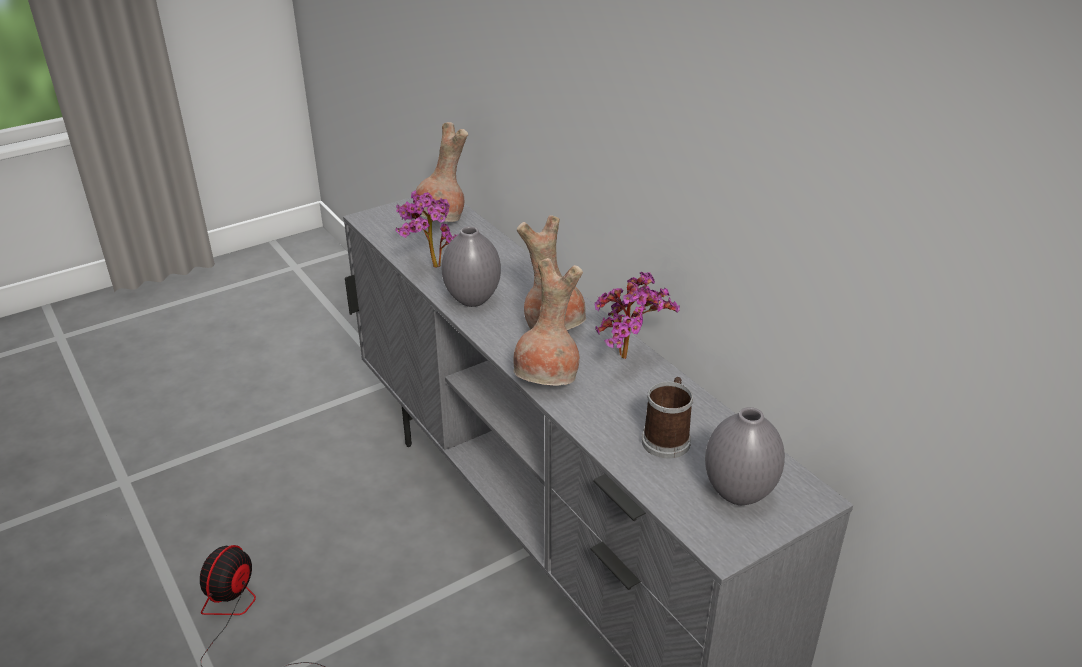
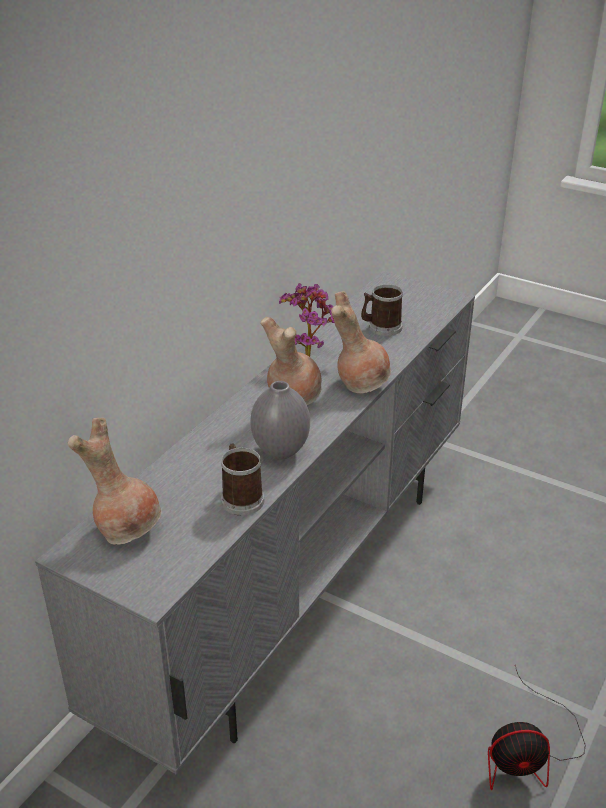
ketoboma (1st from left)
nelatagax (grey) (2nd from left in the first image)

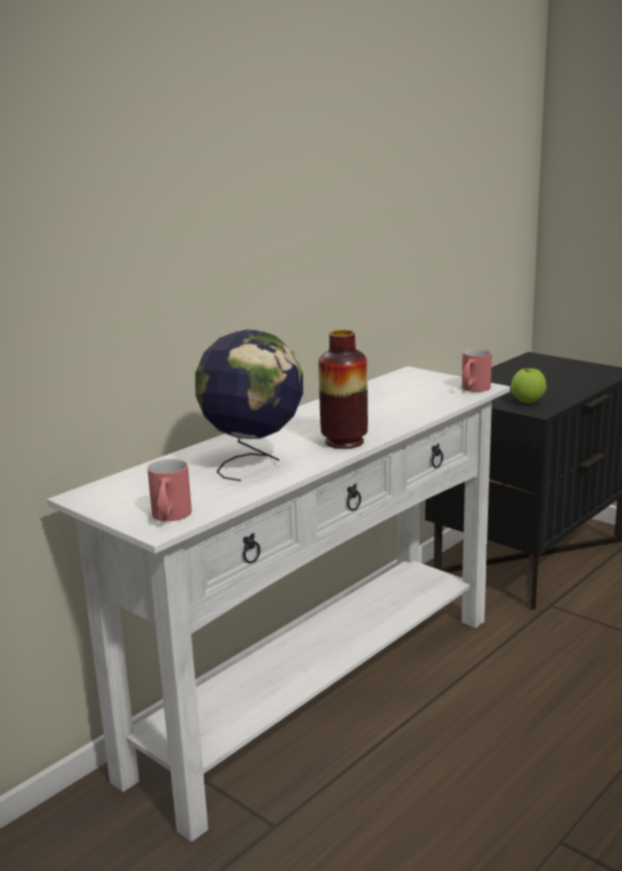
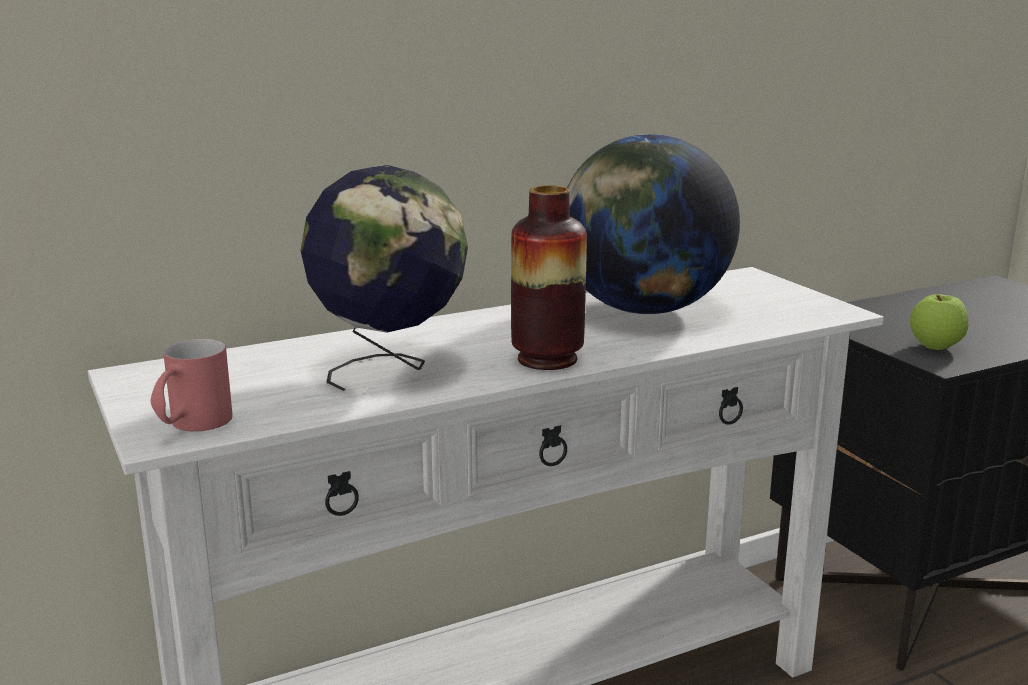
ketoboma (red) (2nd from left in the first image)
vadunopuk (2nd from left)

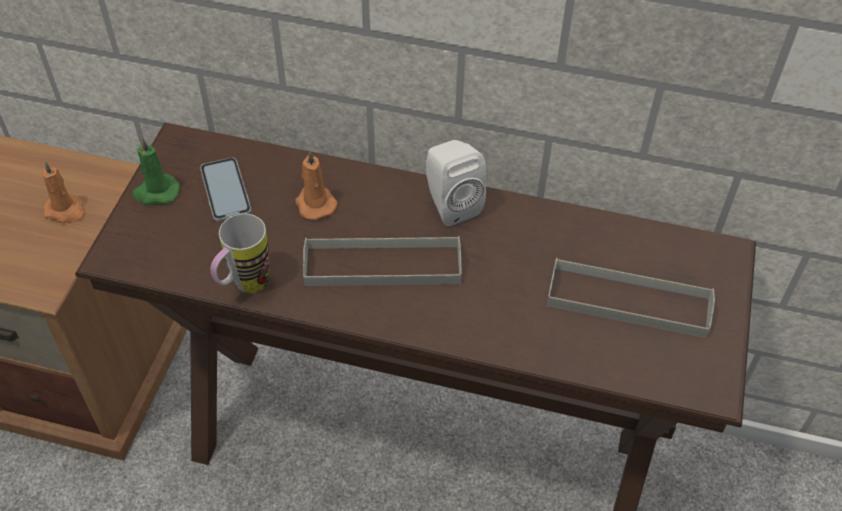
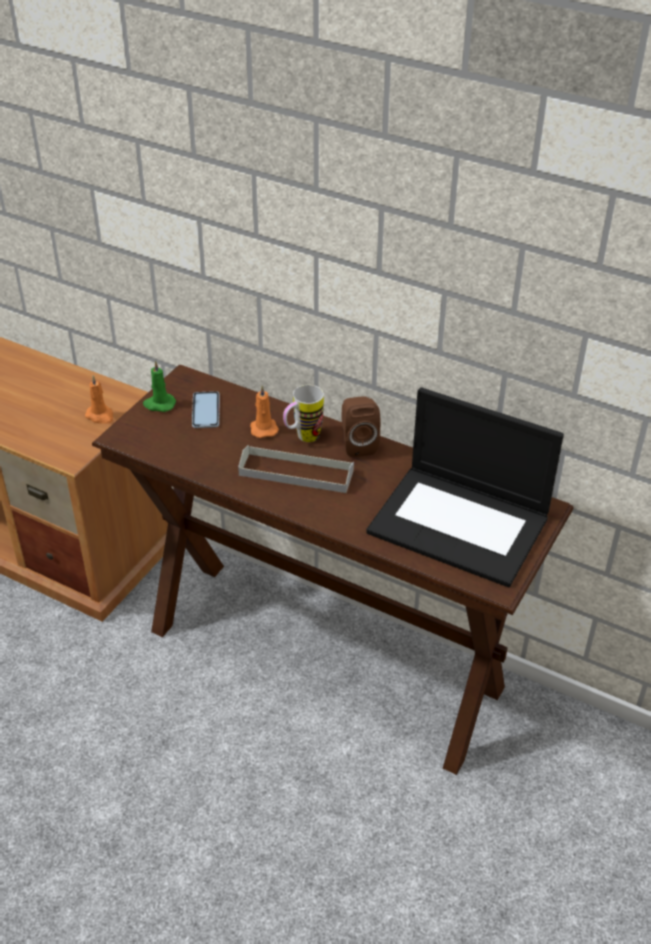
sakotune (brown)
ketoboma
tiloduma

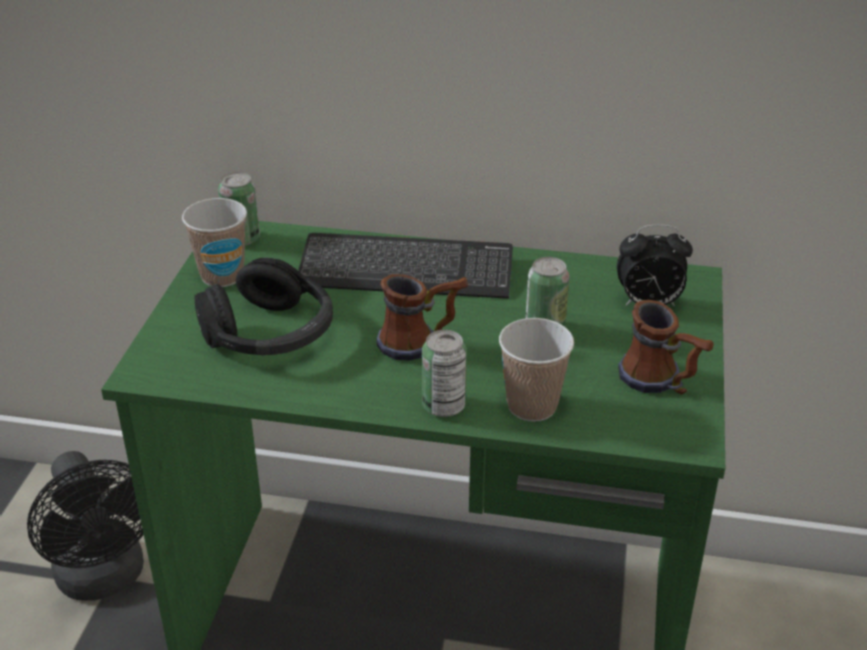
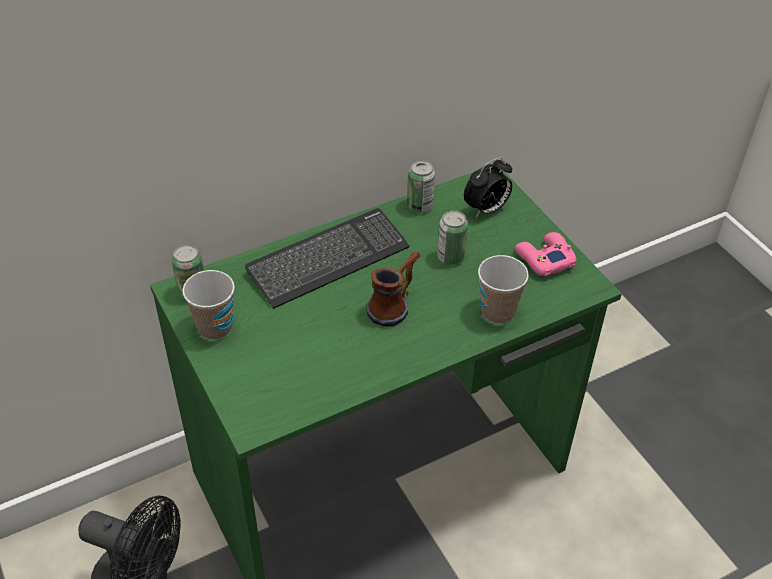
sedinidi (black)
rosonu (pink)
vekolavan (2nd from left)

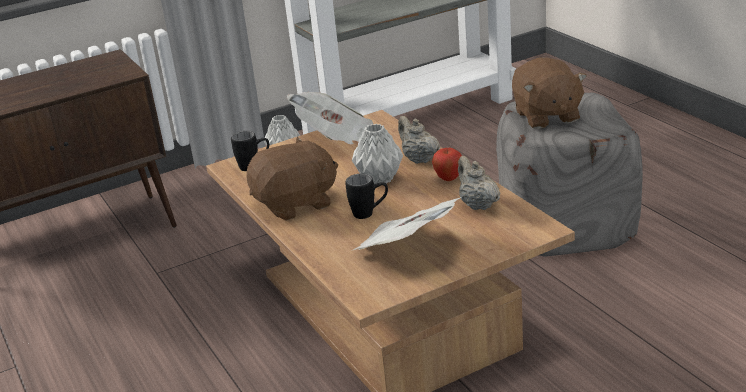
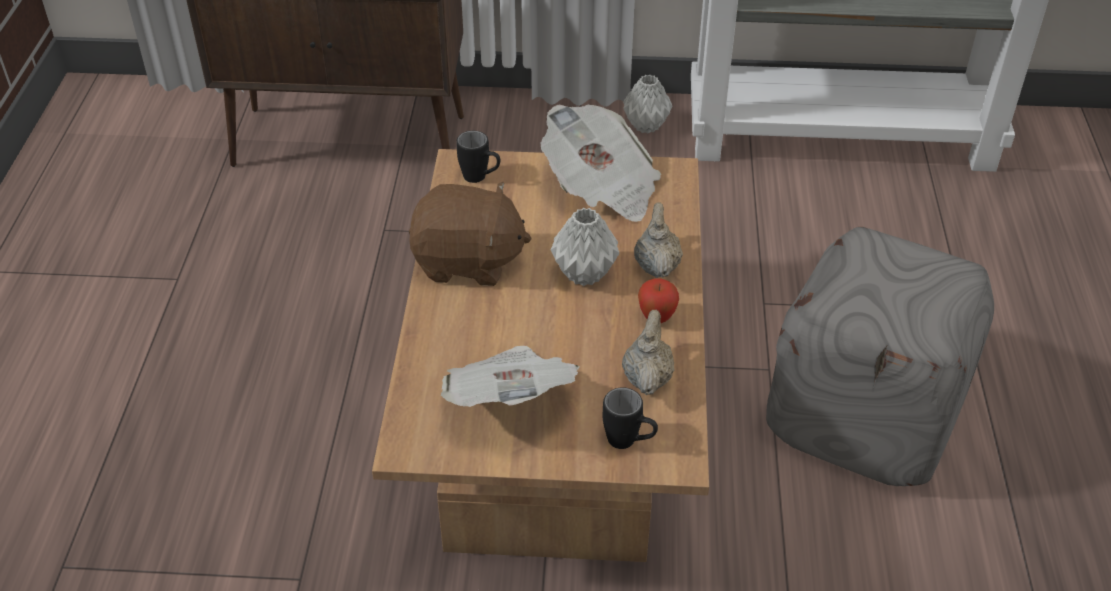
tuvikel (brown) (2nd from left in the first image)
ketoboma (black) (2nd from left)

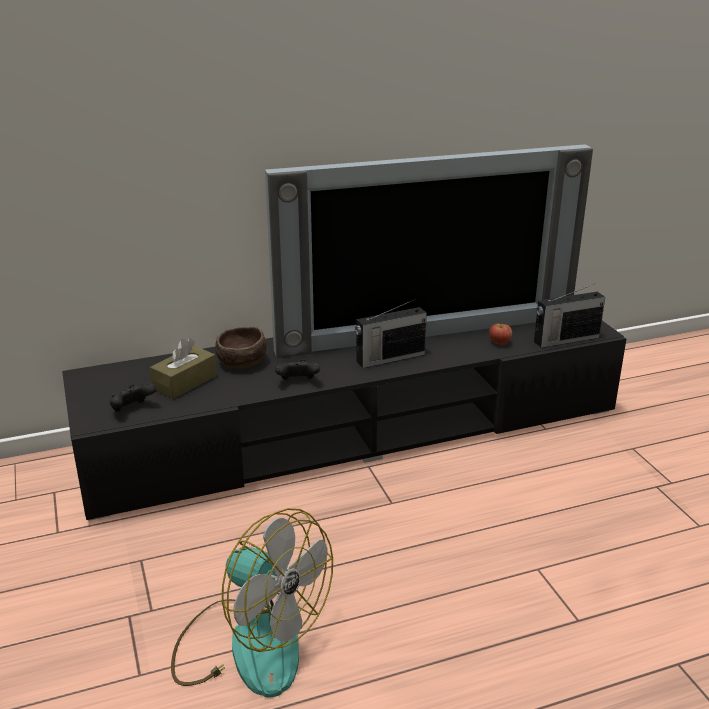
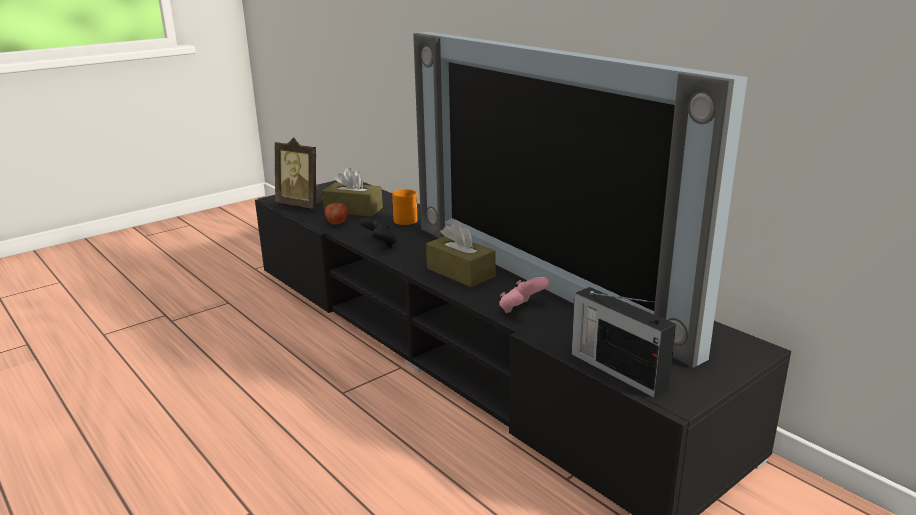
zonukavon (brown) (2nd from left)
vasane
ketoboma (orange)
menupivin
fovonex
rosonu (pink)

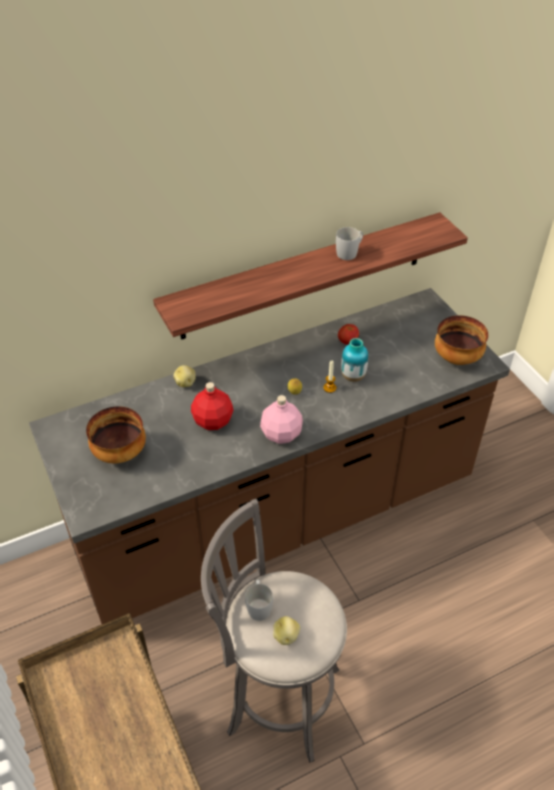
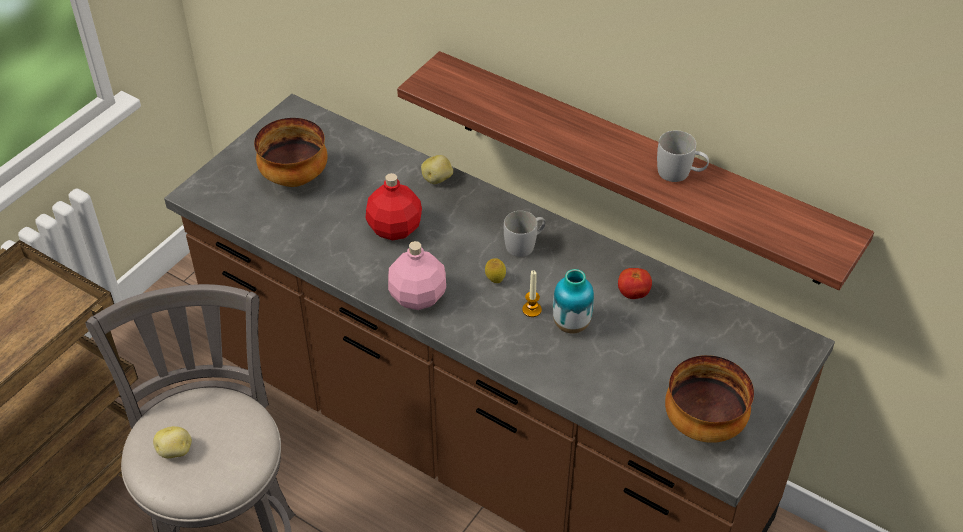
ketoboma (white) (1st from left)

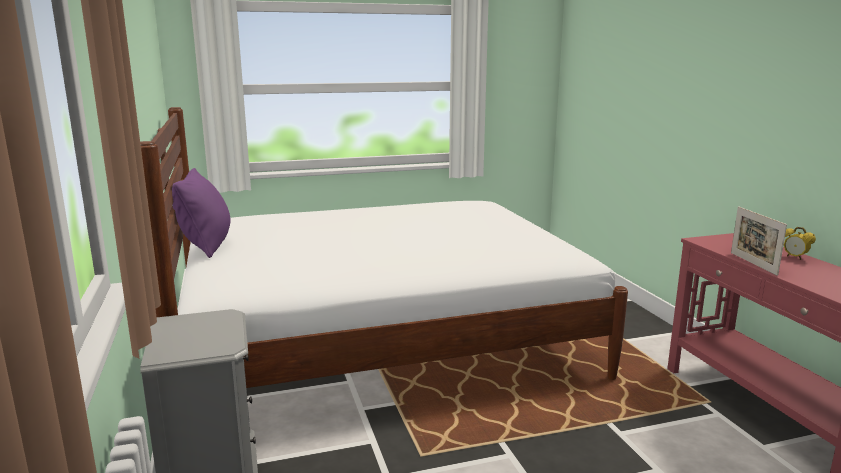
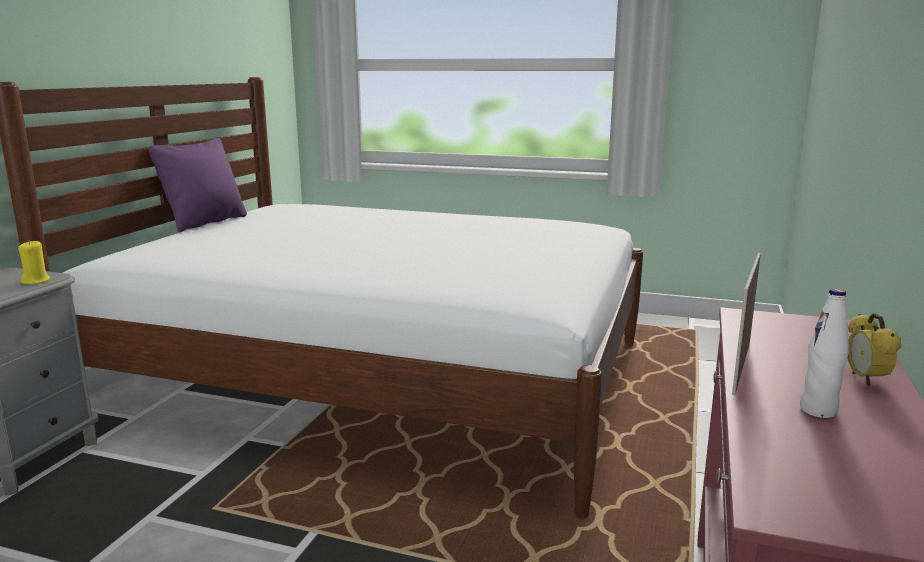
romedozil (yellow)
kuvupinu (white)

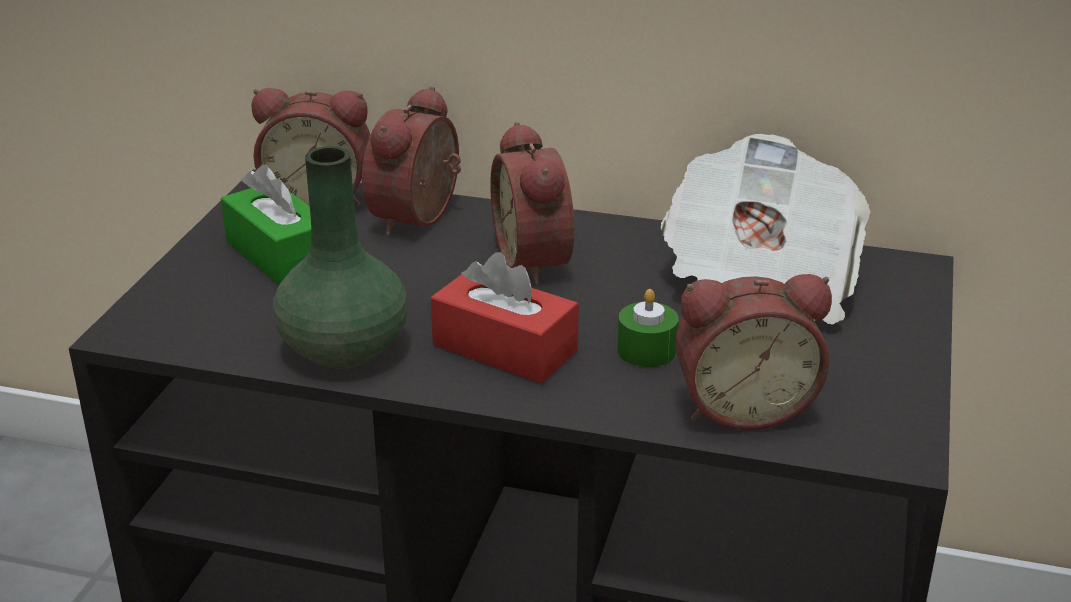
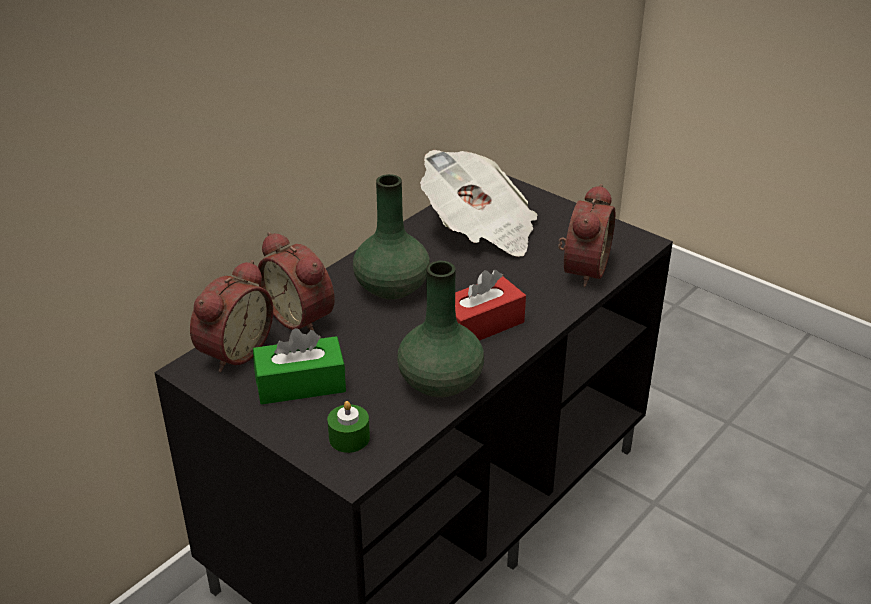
nelatagax (green) (1st from left)
romedozil (green)

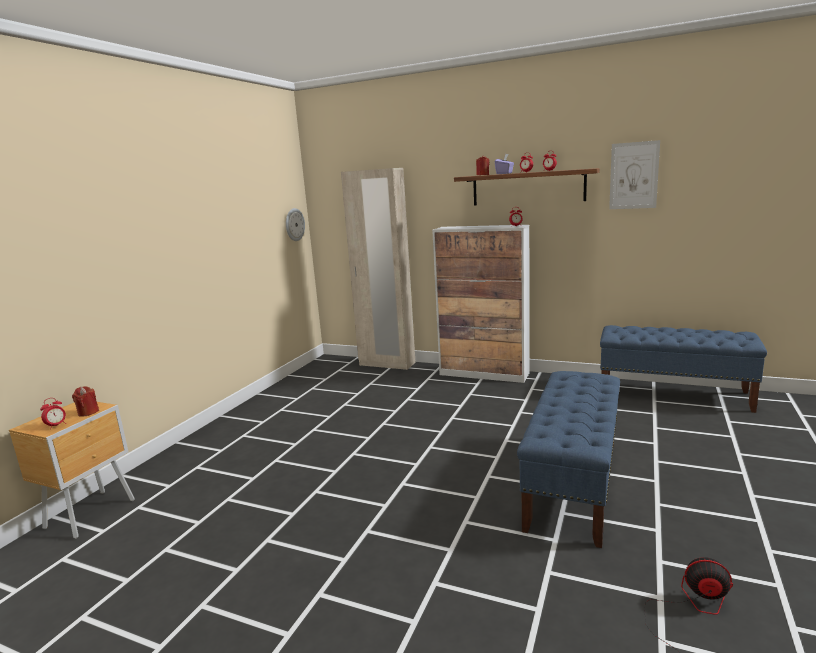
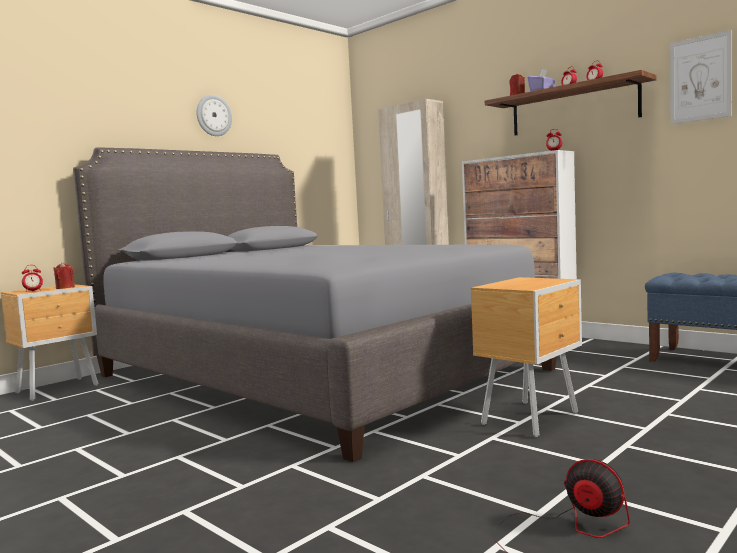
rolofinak
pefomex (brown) (2nd from left)
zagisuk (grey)

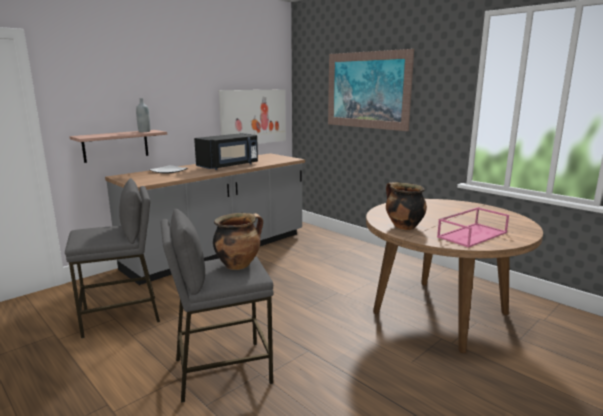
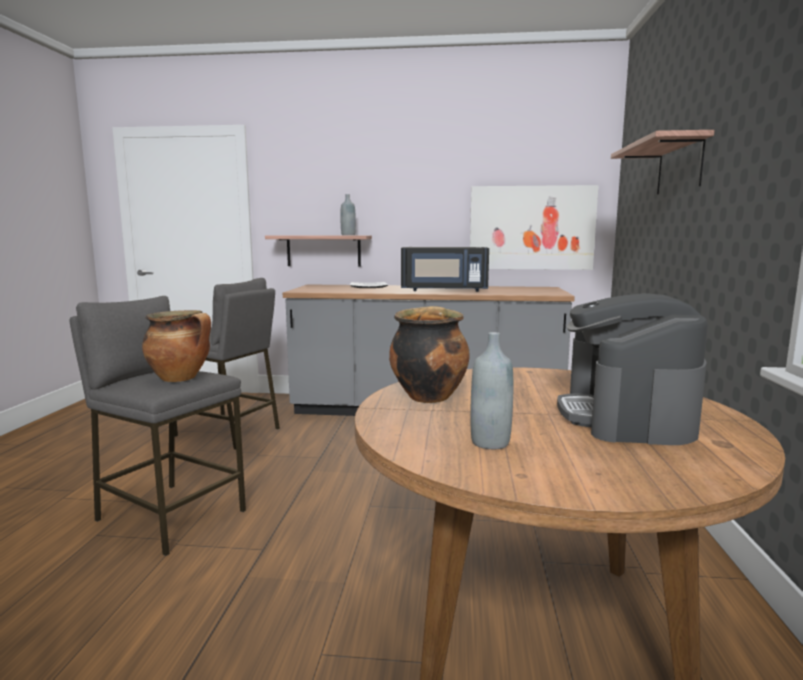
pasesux (2nd from left)
kuvupinu (grey) (2nd from left)
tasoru

